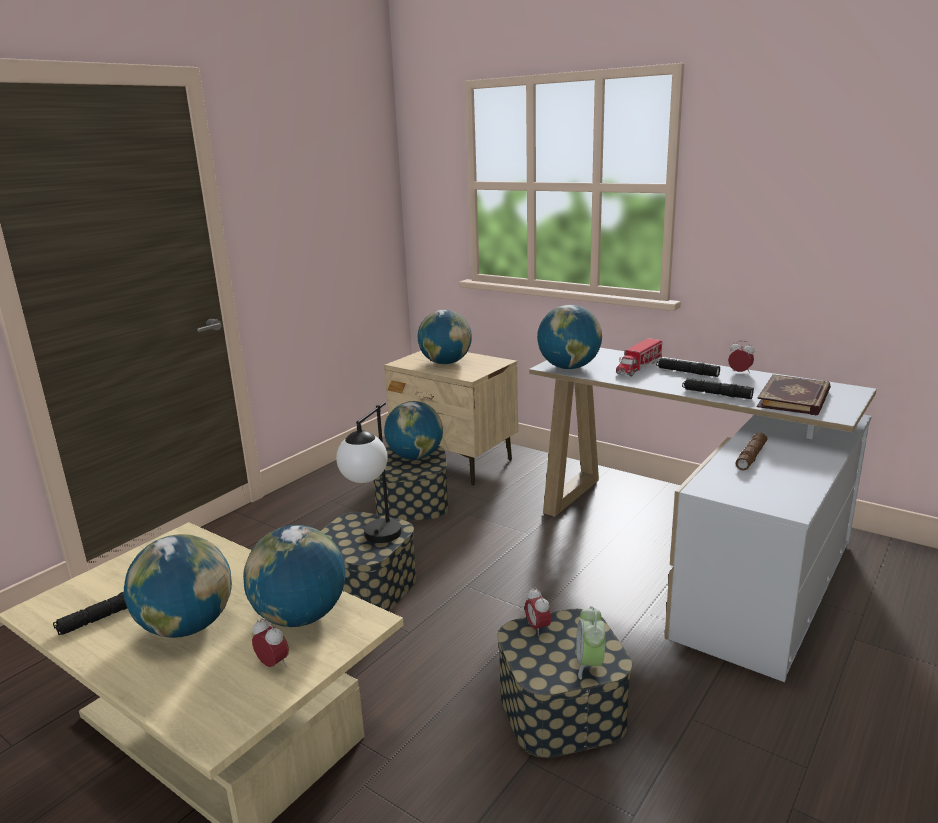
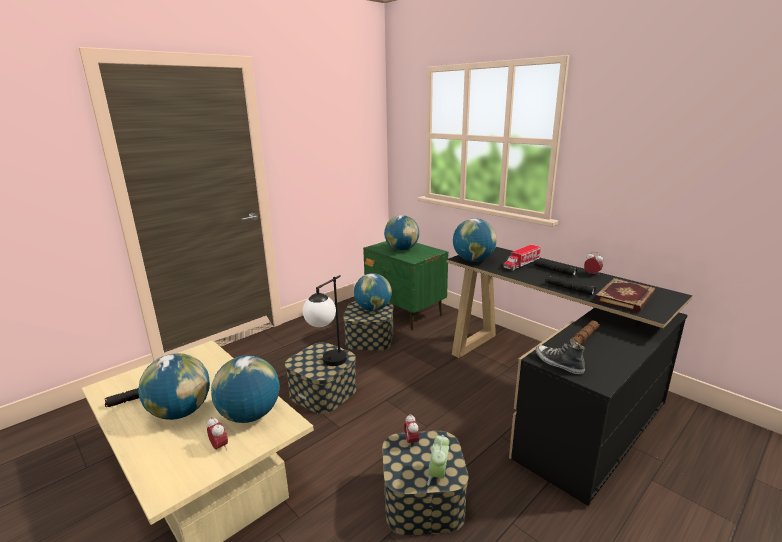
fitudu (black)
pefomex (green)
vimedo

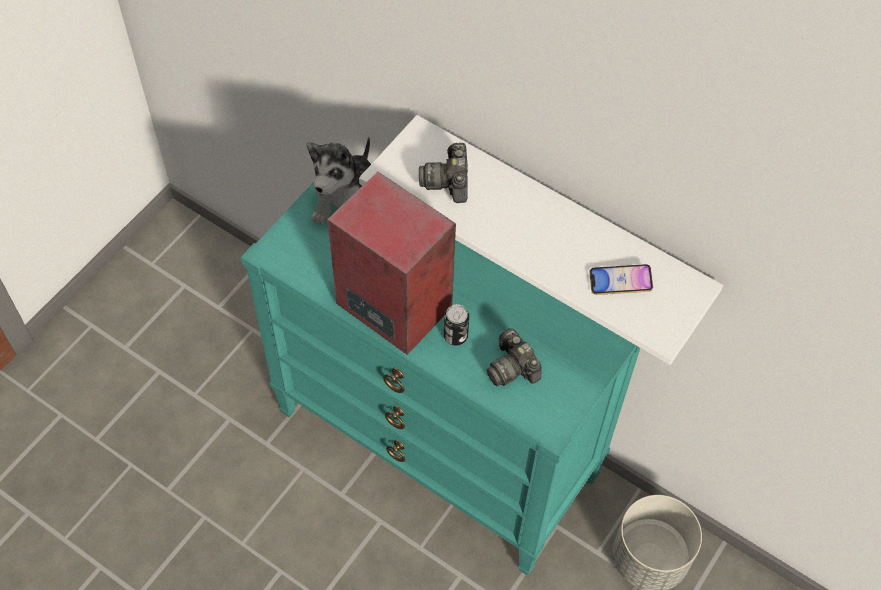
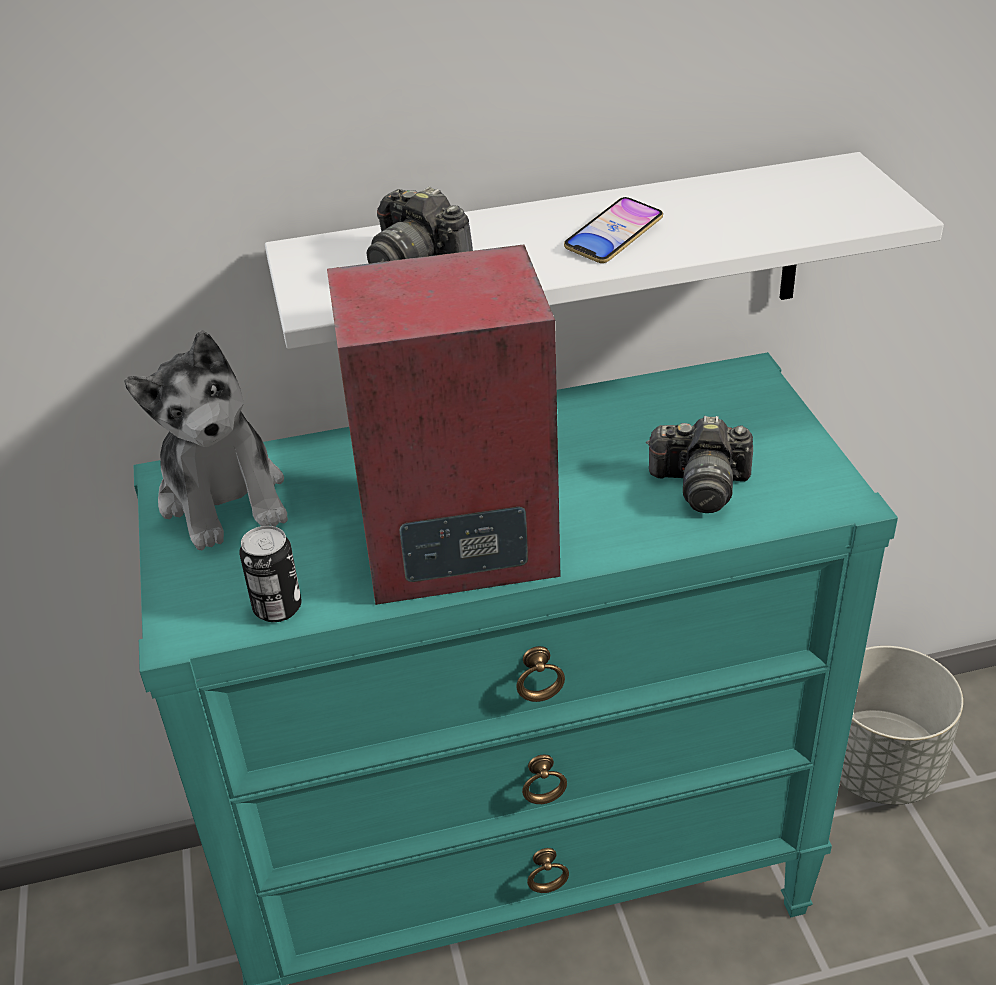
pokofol
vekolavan

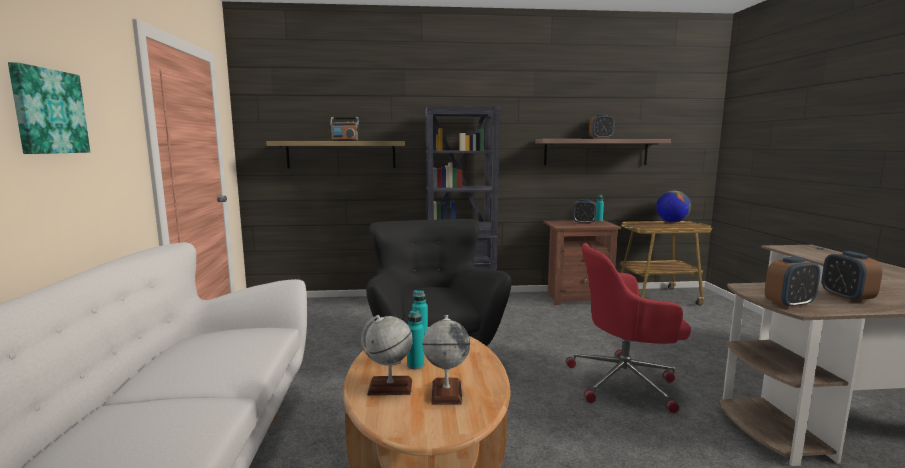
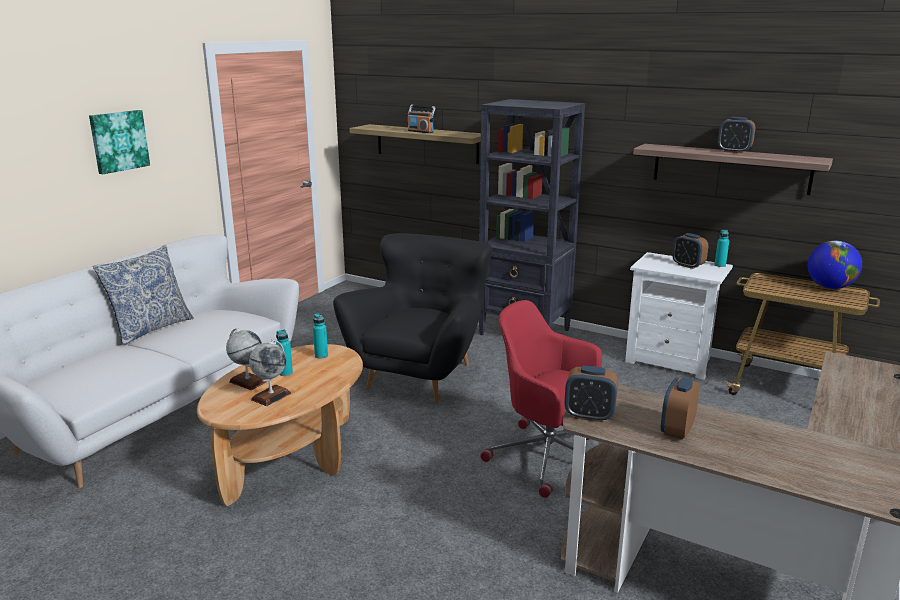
pefomex (white)
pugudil

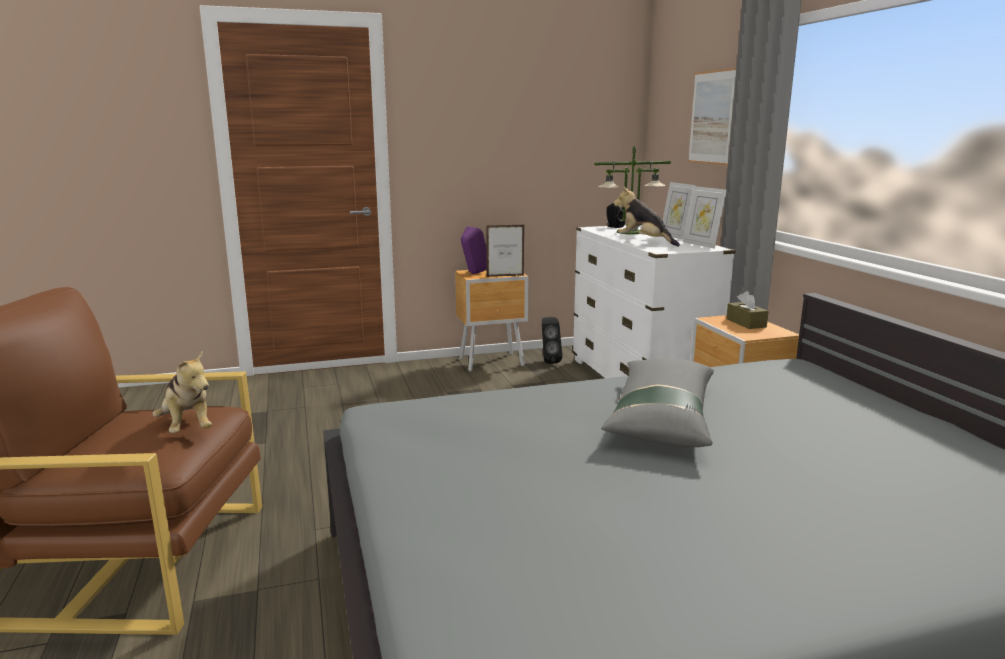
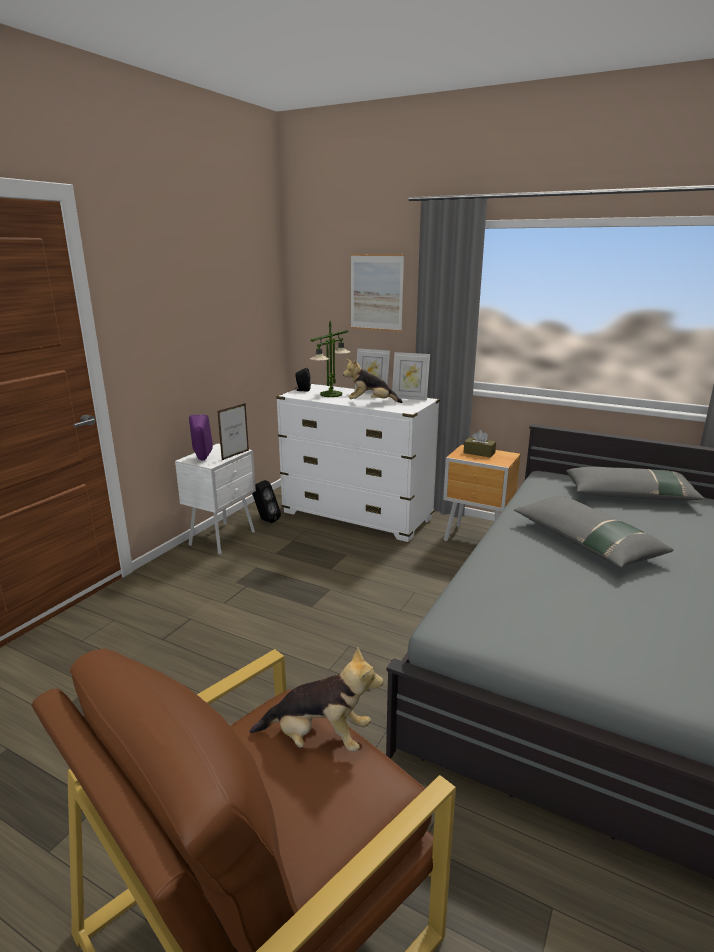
pefomex (white)
pugudil (grey) (2nd from left)

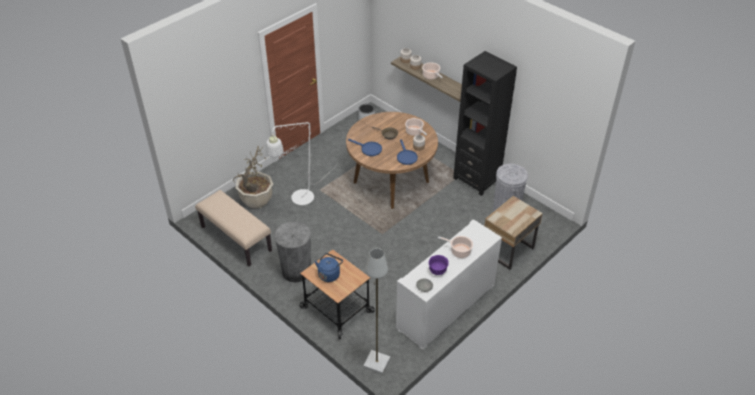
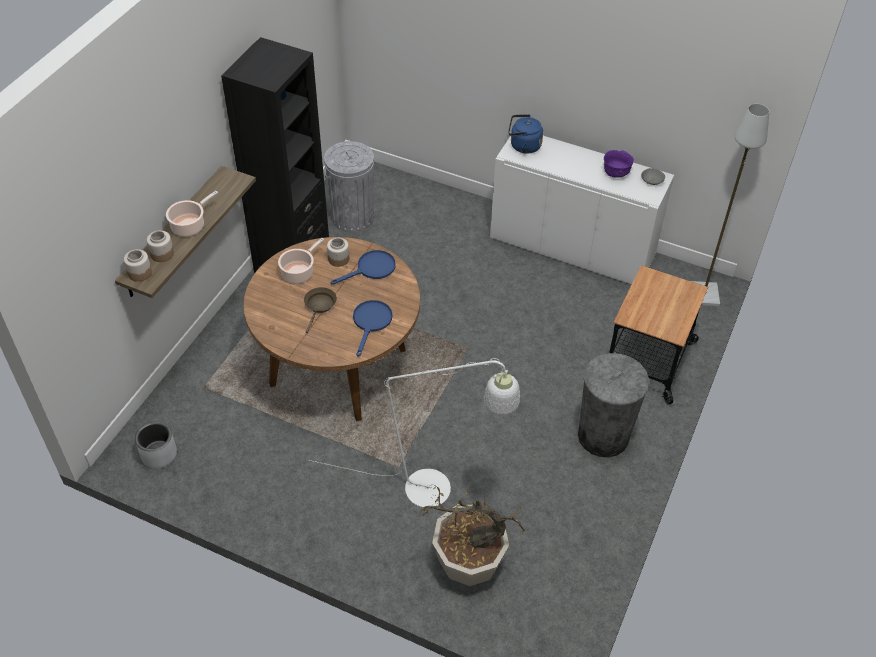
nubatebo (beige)
pefomex (beige)
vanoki (3rd from left in the first image)
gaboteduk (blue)

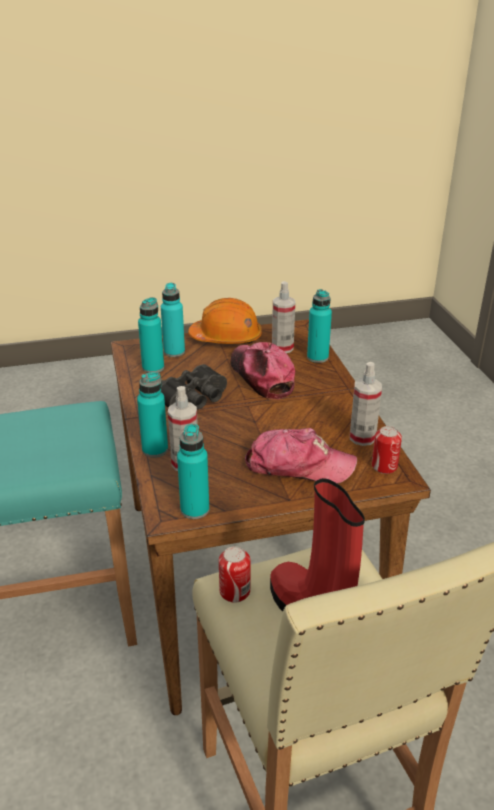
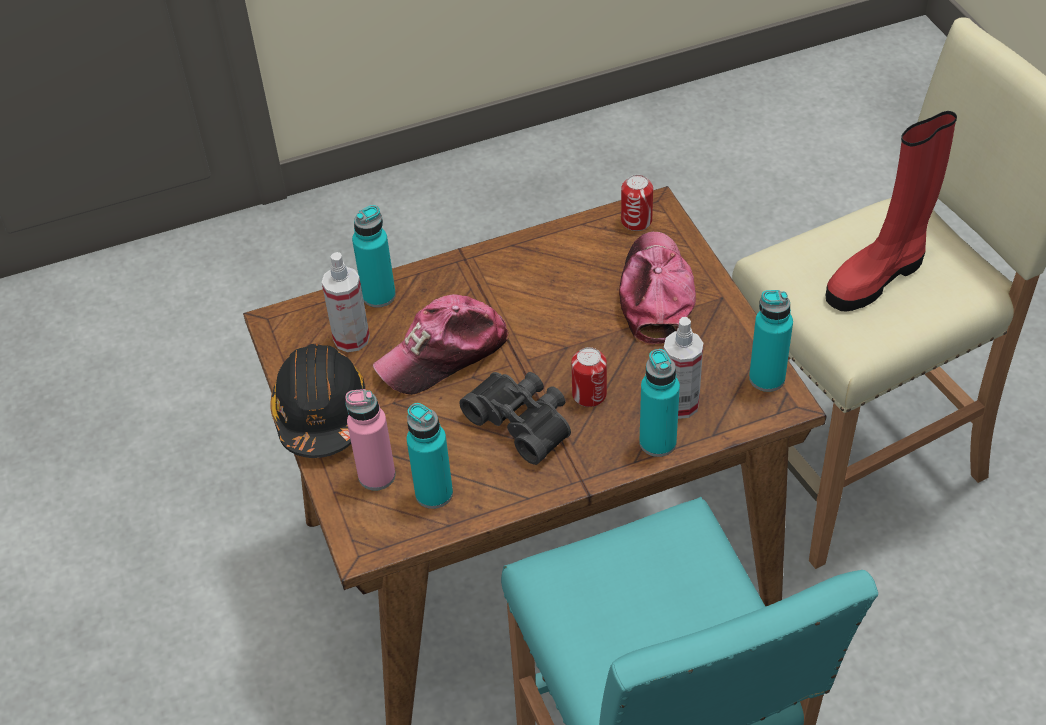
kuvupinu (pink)
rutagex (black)
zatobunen (3rd from left in the first image)
vekolavan (1st from left)

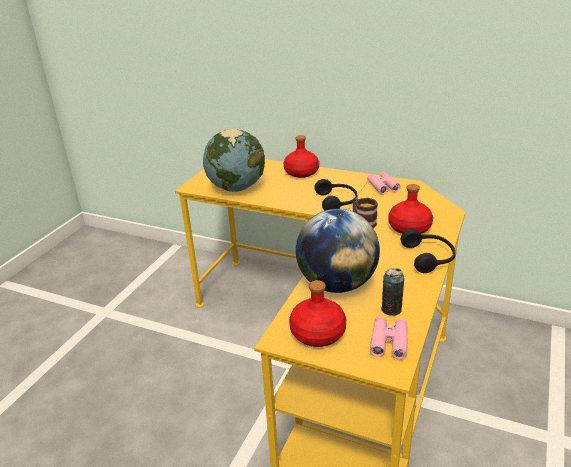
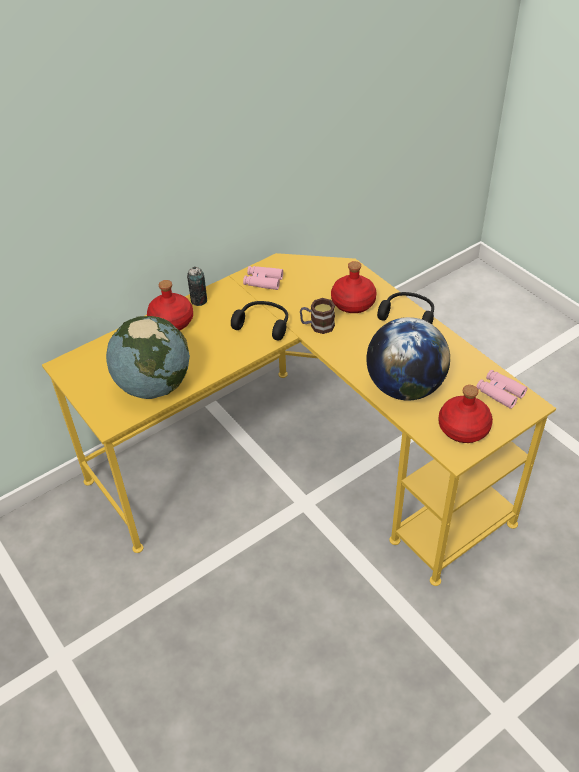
vekolavan

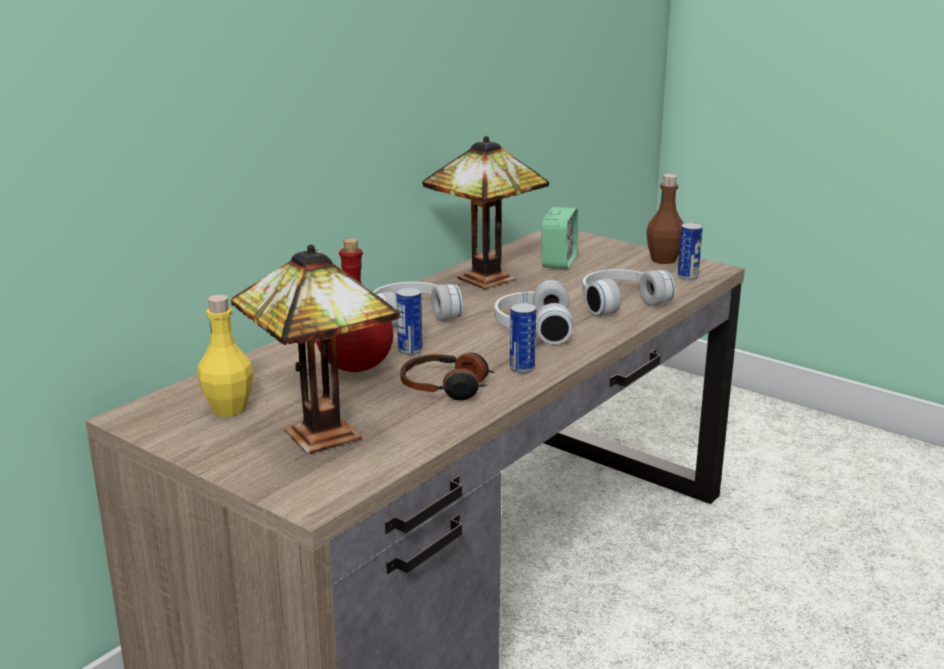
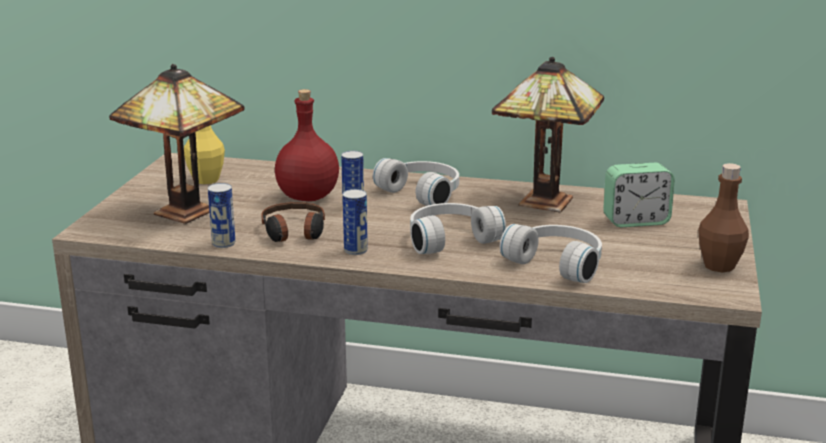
vekolavan (1st from left)

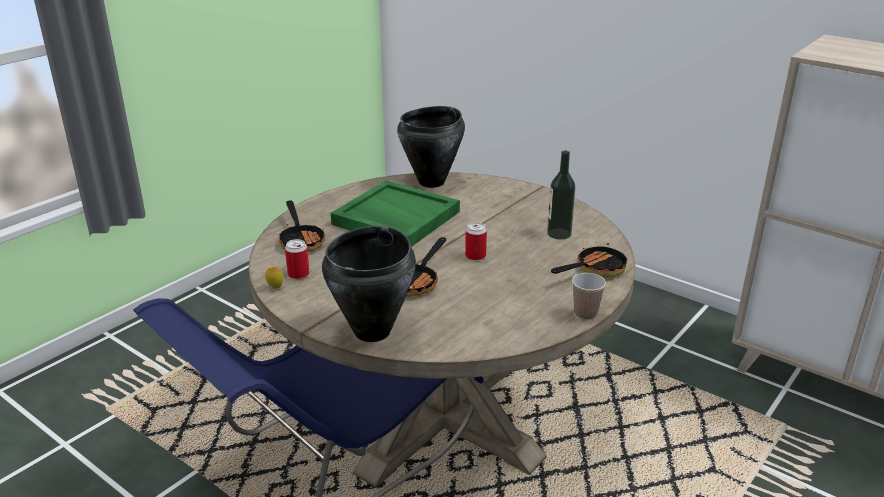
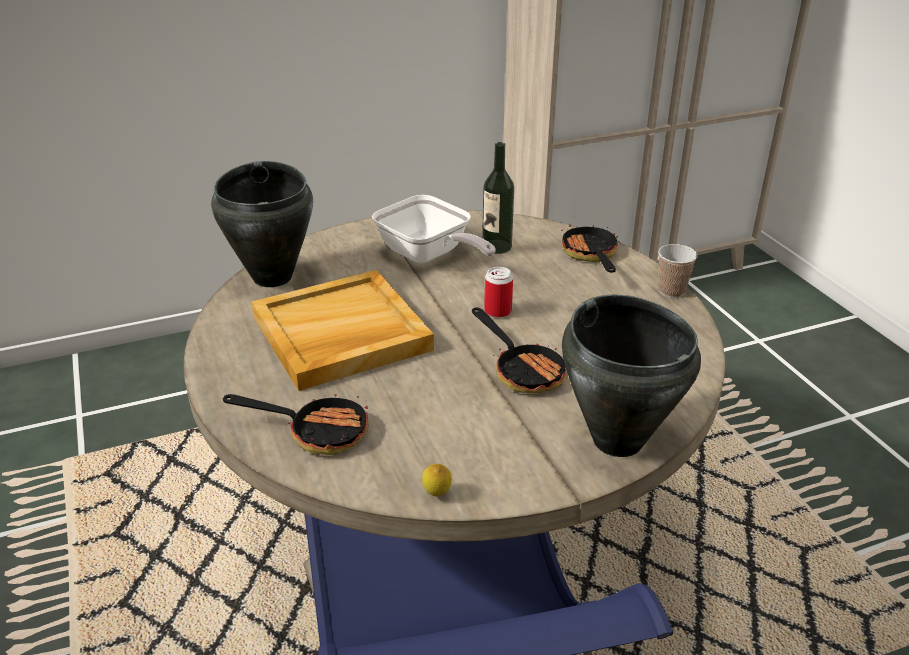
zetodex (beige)
vekolavan (1st from left in the first image)
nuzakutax (2nd from left)

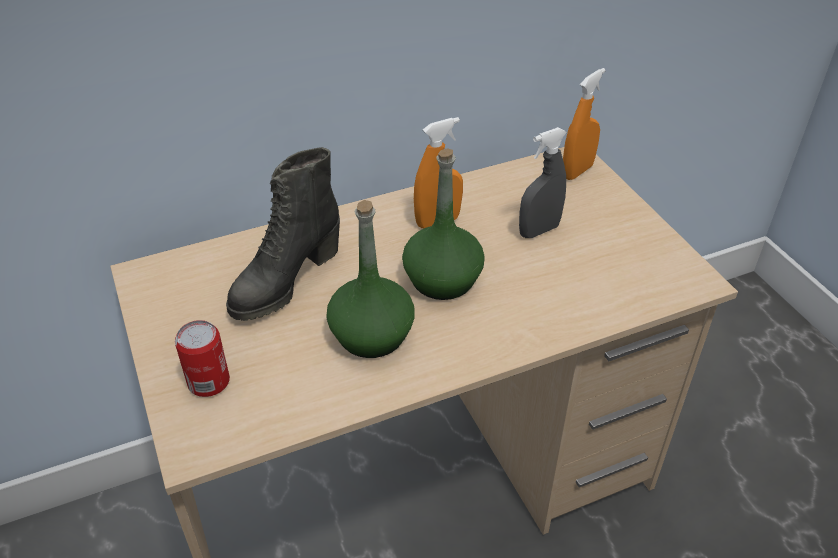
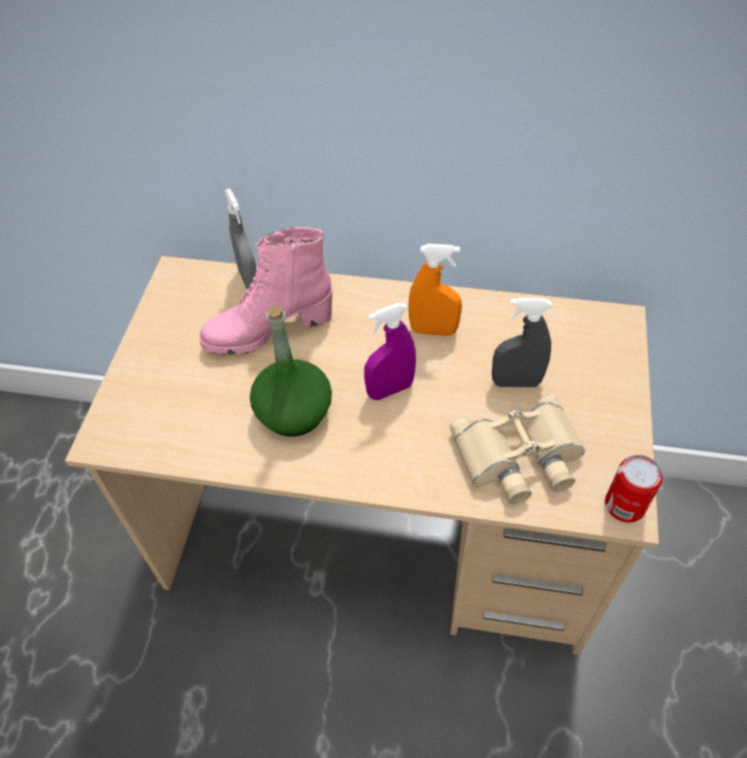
zatobunen (orange) (2nd from left in the first image)
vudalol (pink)
zatobunen (purple)
vekolavan
zatobunen (grey) (1st from left)
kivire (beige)

